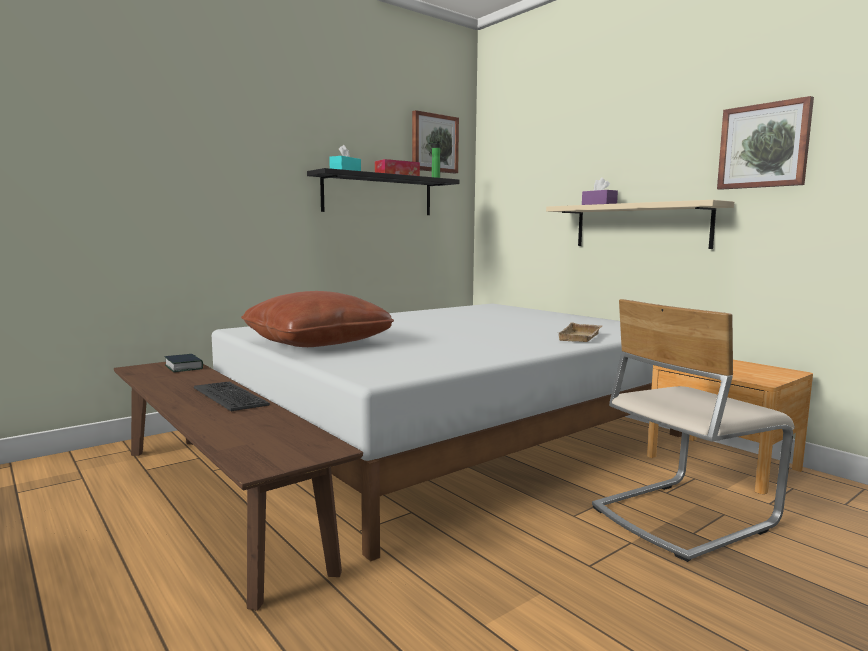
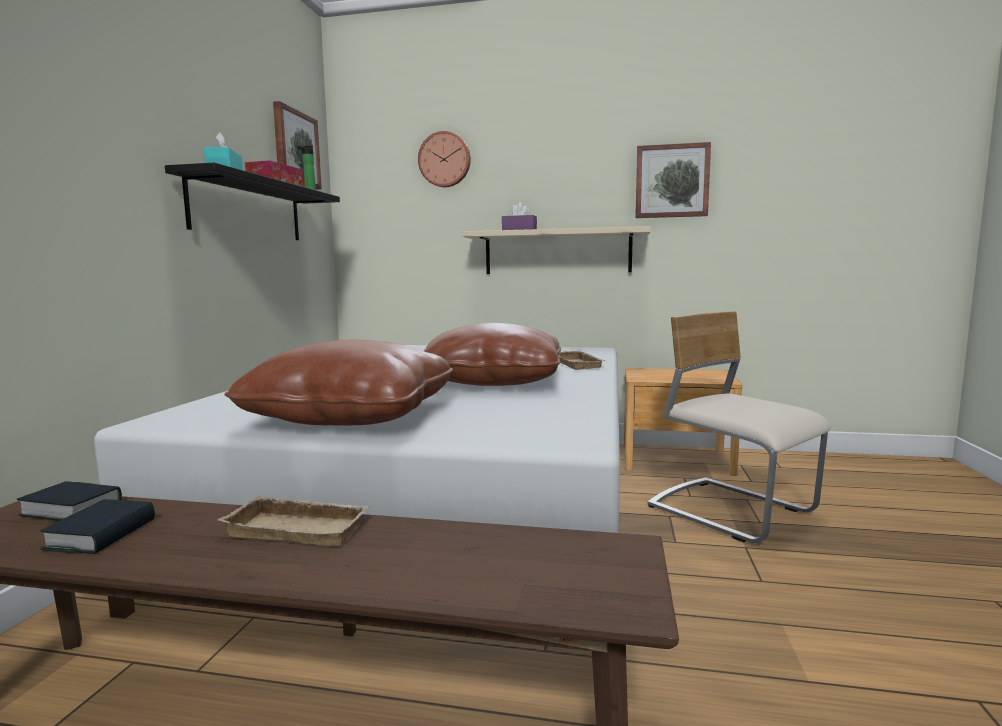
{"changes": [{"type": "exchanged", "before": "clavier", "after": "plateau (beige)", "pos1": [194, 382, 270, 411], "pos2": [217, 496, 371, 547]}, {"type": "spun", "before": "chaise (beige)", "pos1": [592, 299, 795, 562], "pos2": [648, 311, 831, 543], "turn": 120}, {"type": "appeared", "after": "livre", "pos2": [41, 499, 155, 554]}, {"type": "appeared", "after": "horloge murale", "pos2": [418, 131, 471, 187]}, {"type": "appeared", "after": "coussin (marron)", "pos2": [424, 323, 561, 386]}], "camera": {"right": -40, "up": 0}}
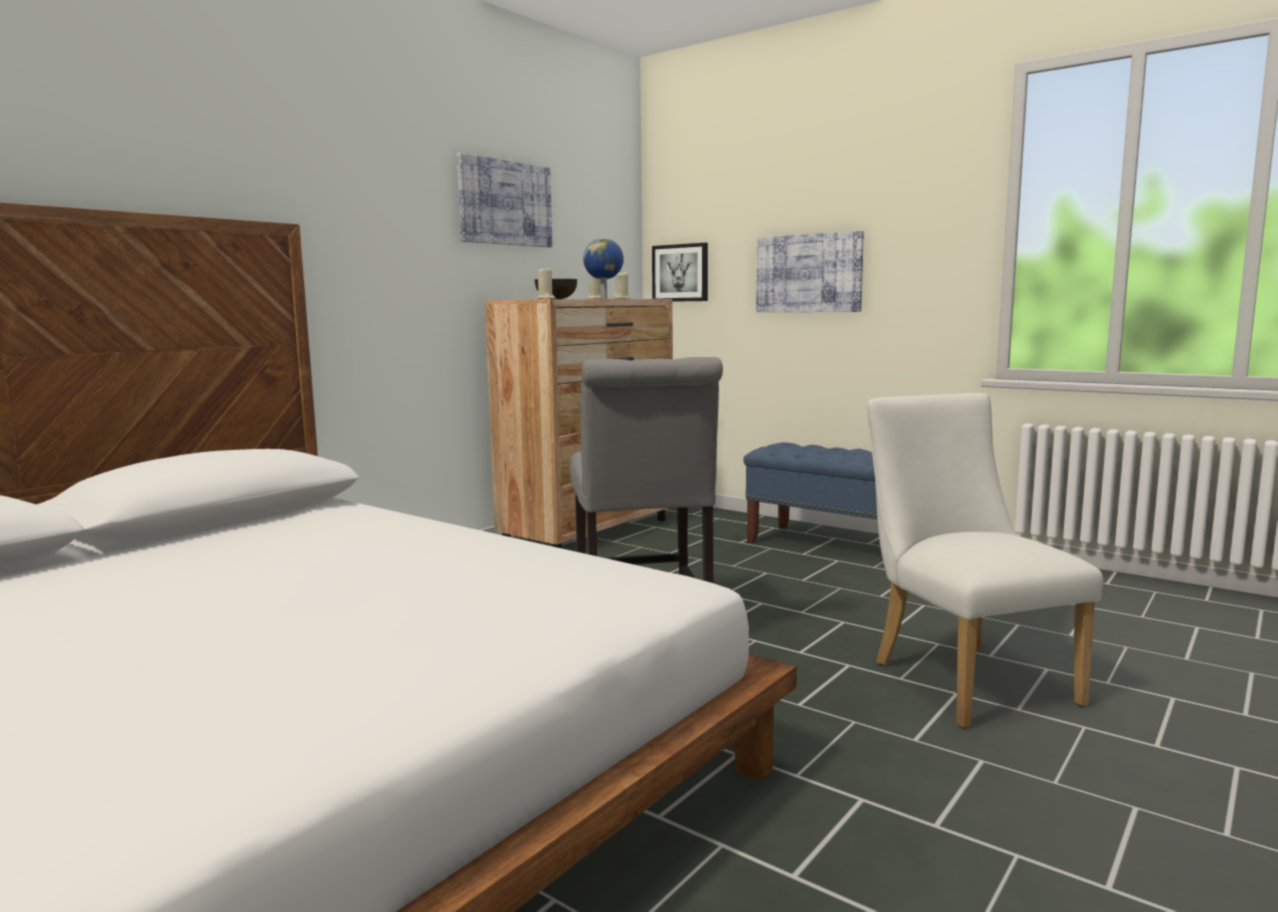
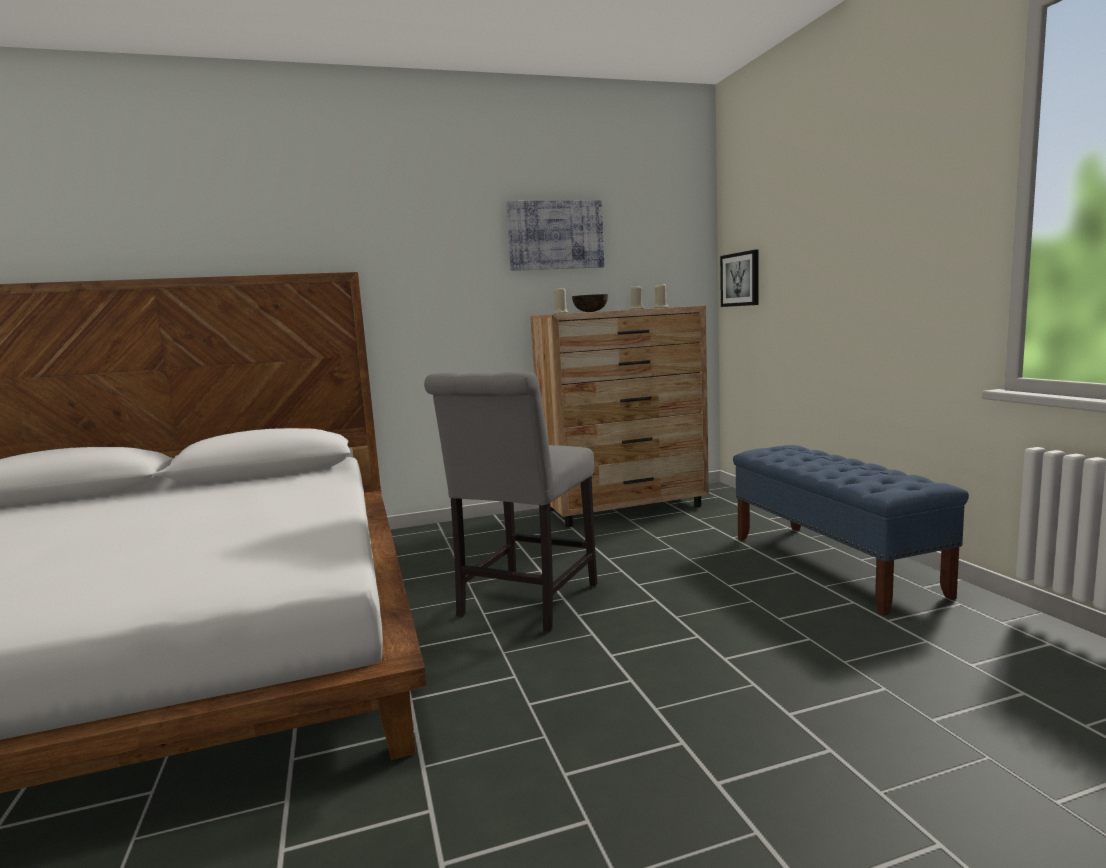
{"changes": [{"type": "missing", "before": "globe", "pos1": [583, 238, 624, 299]}, {"type": "missing", "before": "tableau", "pos1": [756, 231, 864, 312]}, {"type": "missing", "before": "chaise (blanc)", "pos1": [867, 393, 1103, 728]}], "camera": {"right": 35, "up": 0}}
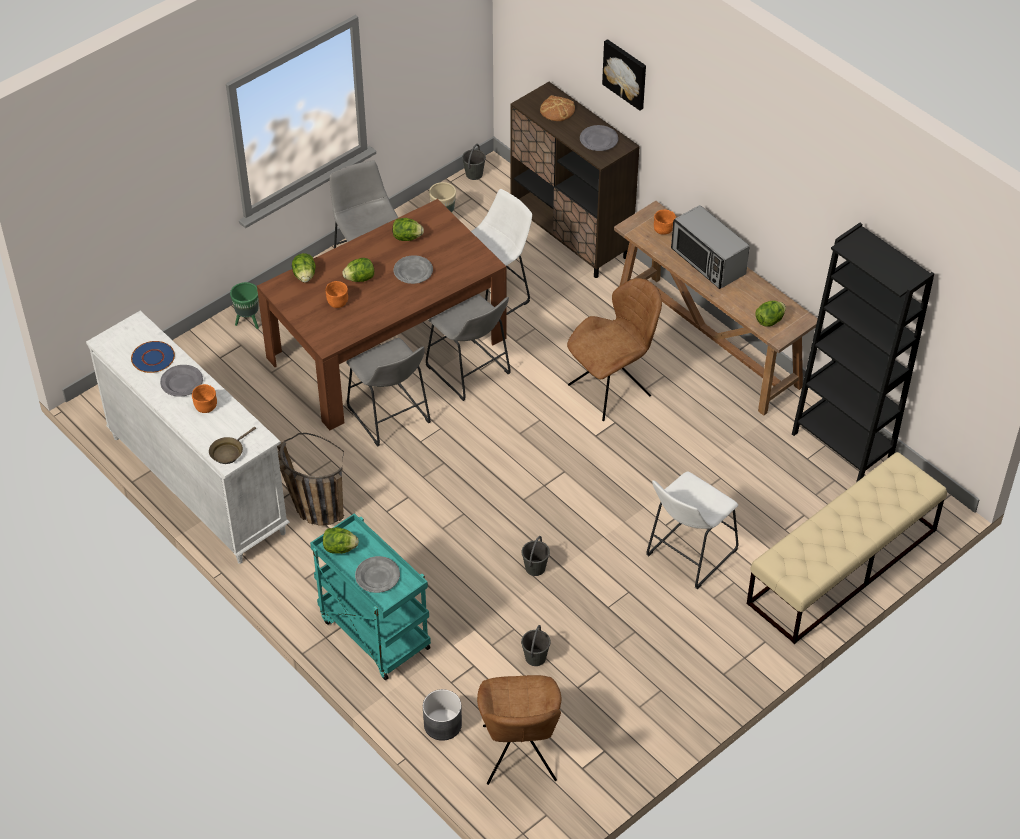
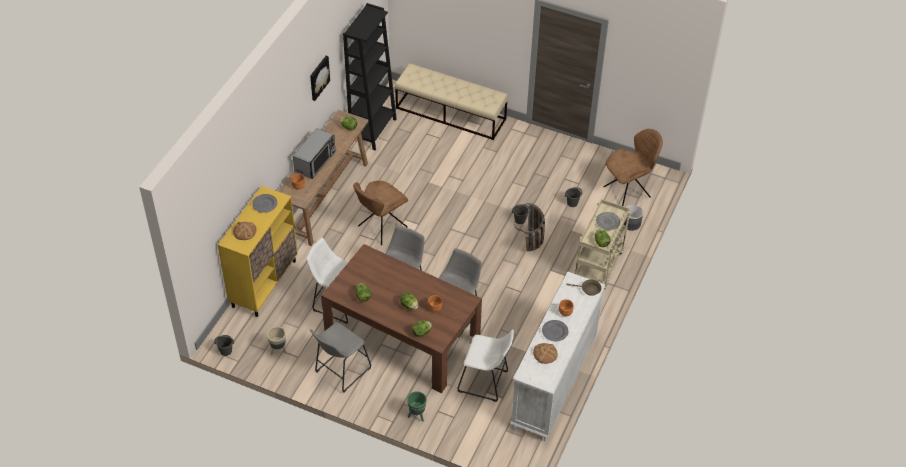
{"changes": [{"type": "exchanged", "before": "assiette (bleu)", "after": "pain", "pos1": [131, 341, 175, 373], "pos2": [533, 343, 558, 364]}, {"type": "relocated", "before": "panier", "pos1": [277, 433, 344, 526], "pos2": [514, 203, 545, 251]}, {"type": "colour", "before": "chariot (turquoise)", "after": "chariot (beige)", "pos1": [310, 513, 431, 680], "pos2": [575, 199, 630, 289]}, {"type": "missing", "before": "assiette (gris)", "pos1": [393, 255, 433, 284]}, {"type": "colour", "before": "meuble de rangement (marron)", "after": "meuble de rangement (jaune)", "pos1": [511, 82, 640, 278], "pos2": [218, 186, 298, 317]}, {"type": "spun", "before": "chaise (marron)", "pos1": [567, 278, 662, 421], "pos2": [353, 181, 408, 245], "turn": -75}, {"type": "relocated", "before": "tableau", "pos1": [602, 39, 646, 111], "pos2": [310, 56, 330, 101]}, {"type": "relocated", "before": "tabouret (blanc)", "pos1": [646, 472, 738, 589], "pos2": [457, 329, 514, 402]}], "camera": {"right": -115, "up": 0}}
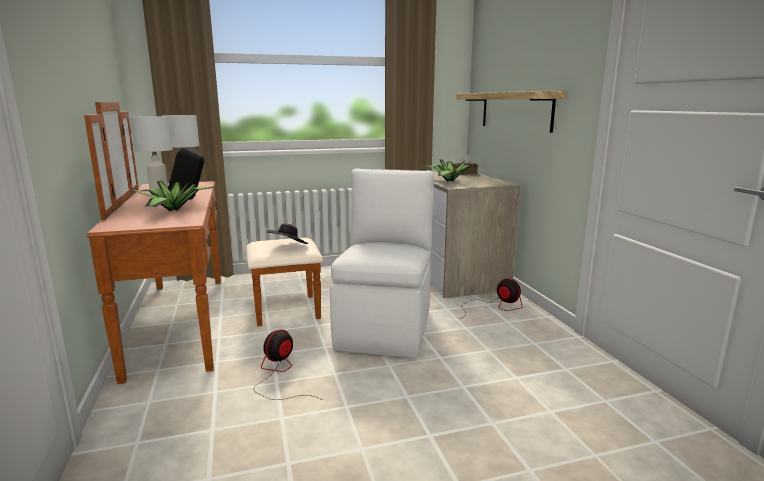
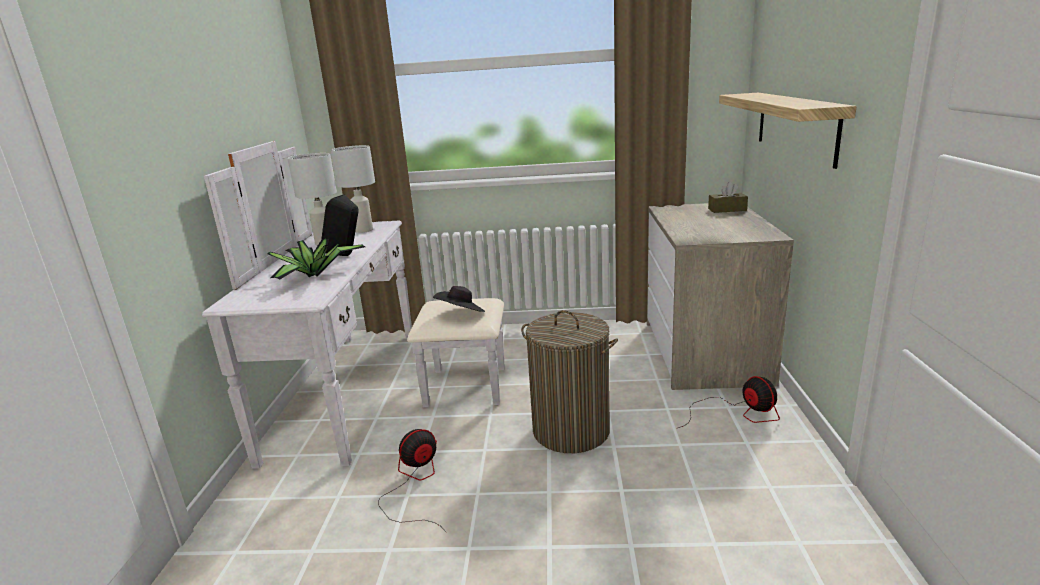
{"changes": [{"type": "colour", "before": "commode (marron)", "after": "commode (blanc)", "pos1": [84, 102, 323, 384], "pos2": [202, 141, 505, 469]}, {"type": "exchanged", "before": "chaise (blanc)", "after": "panier à linge", "pos1": [330, 169, 434, 358], "pos2": [521, 310, 618, 453]}, {"type": "missing", "before": "plante en pot", "pos1": [424, 159, 479, 182]}], "camera": {"right": 20, "up": 5}}
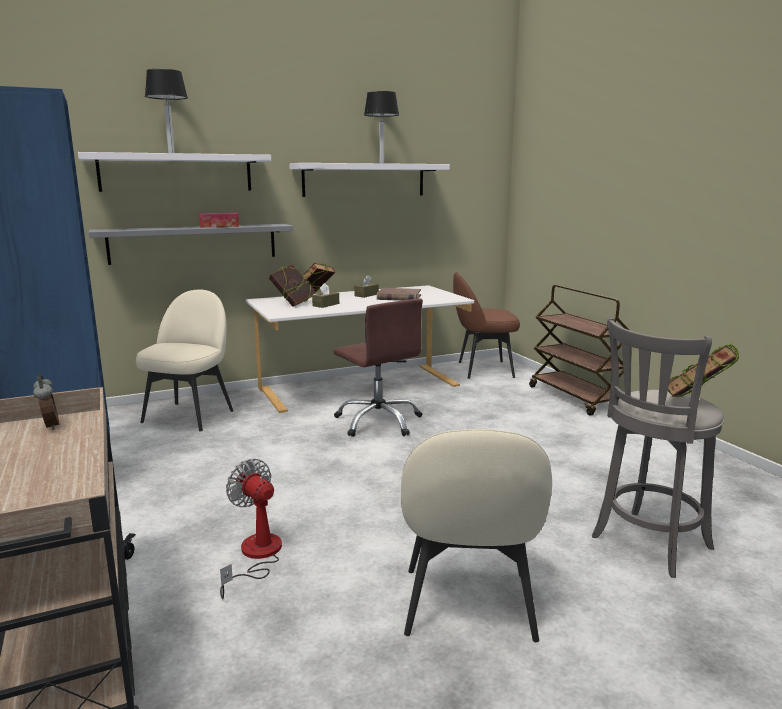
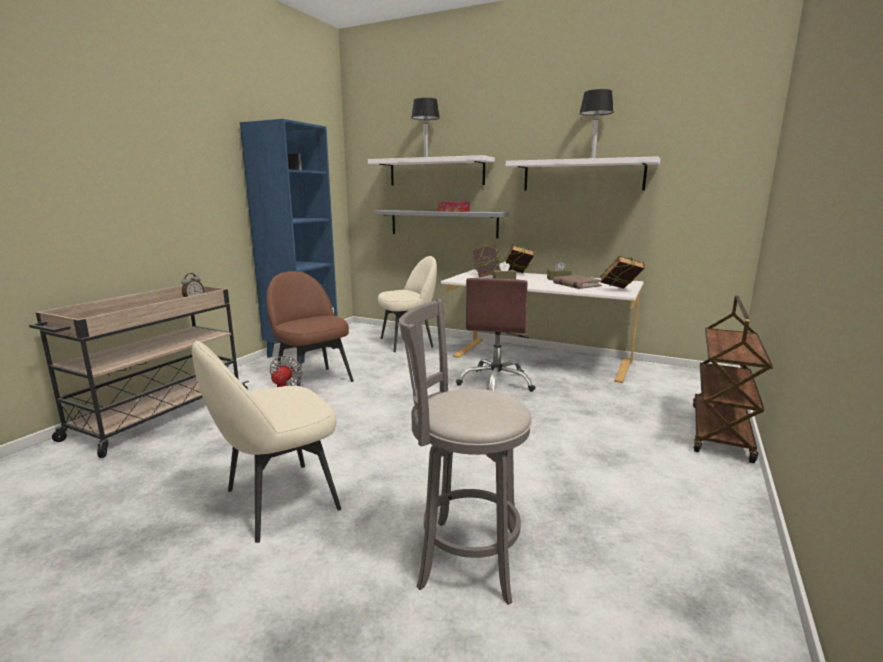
{"changes": [{"type": "relocated", "before": "chaise (marron)", "pos1": [453, 272, 520, 379], "pos2": [267, 271, 354, 386]}, {"type": "relocated", "before": "livre", "pos1": [668, 344, 739, 397], "pos2": [600, 256, 645, 289]}], "camera": {"right": 50, "up": 0}}
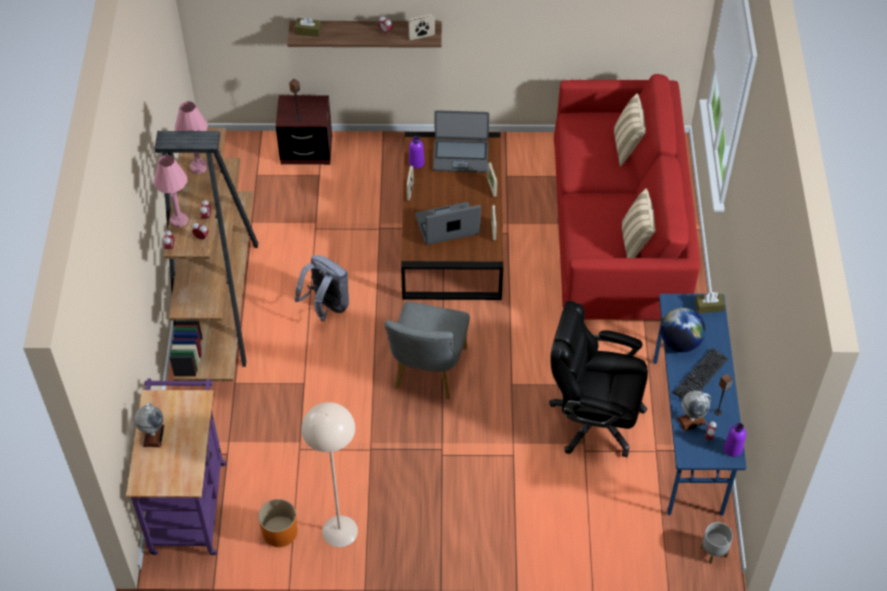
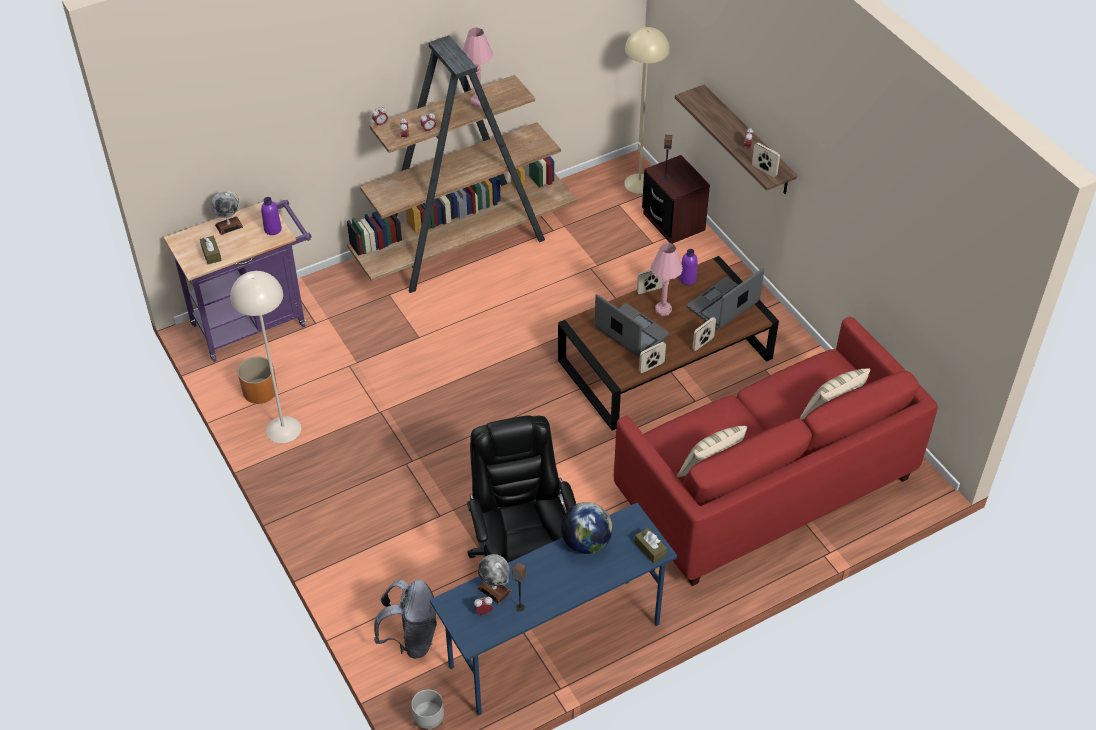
{"changes": [{"type": "relocated", "before": "lampe de table (rose)", "pos1": [154, 155, 188, 228], "pos2": [650, 243, 683, 316]}, {"type": "relocated", "before": "boîte à mouchoirs (marron)", "pos1": [294, 17, 321, 37], "pos2": [200, 236, 222, 264]}, {"type": "relocated", "before": "sac à dos (gris)", "pos1": [294, 255, 349, 321], "pos2": [374, 579, 437, 659]}, {"type": "missing", "before": "chaise (gris)", "pos1": [385, 301, 470, 399]}, {"type": "spun", "before": "ordinateur portable", "pos1": [433, 110, 489, 173], "pos2": [687, 268, 764, 330], "turn": 75}, {"type": "missing", "before": "clavier", "pos1": [673, 348, 729, 399]}, {"type": "relocated", "before": "bouteille (violet)", "pos1": [724, 423, 746, 457], "pos2": [261, 197, 282, 235]}, {"type": "appeared", "after": "lampadaire (beige)", "pos2": [624, 27, 670, 194]}], "camera": {"right": 60, "up": -5}}
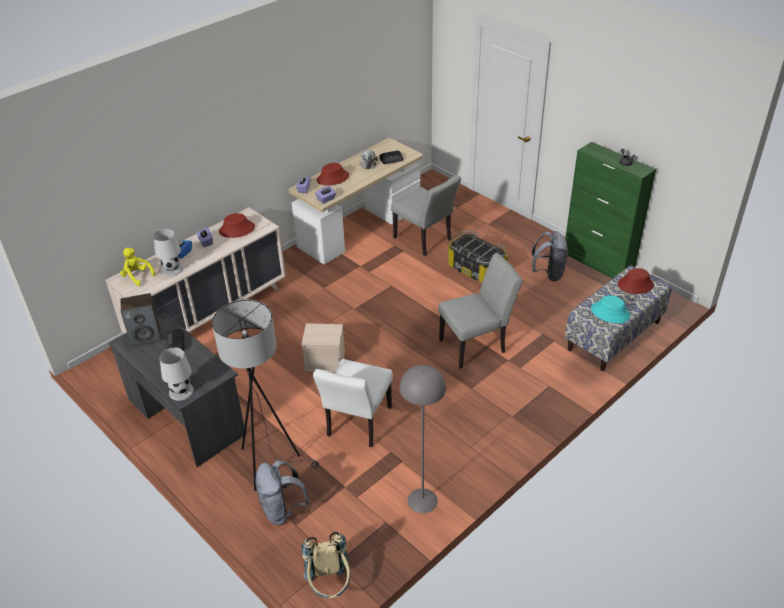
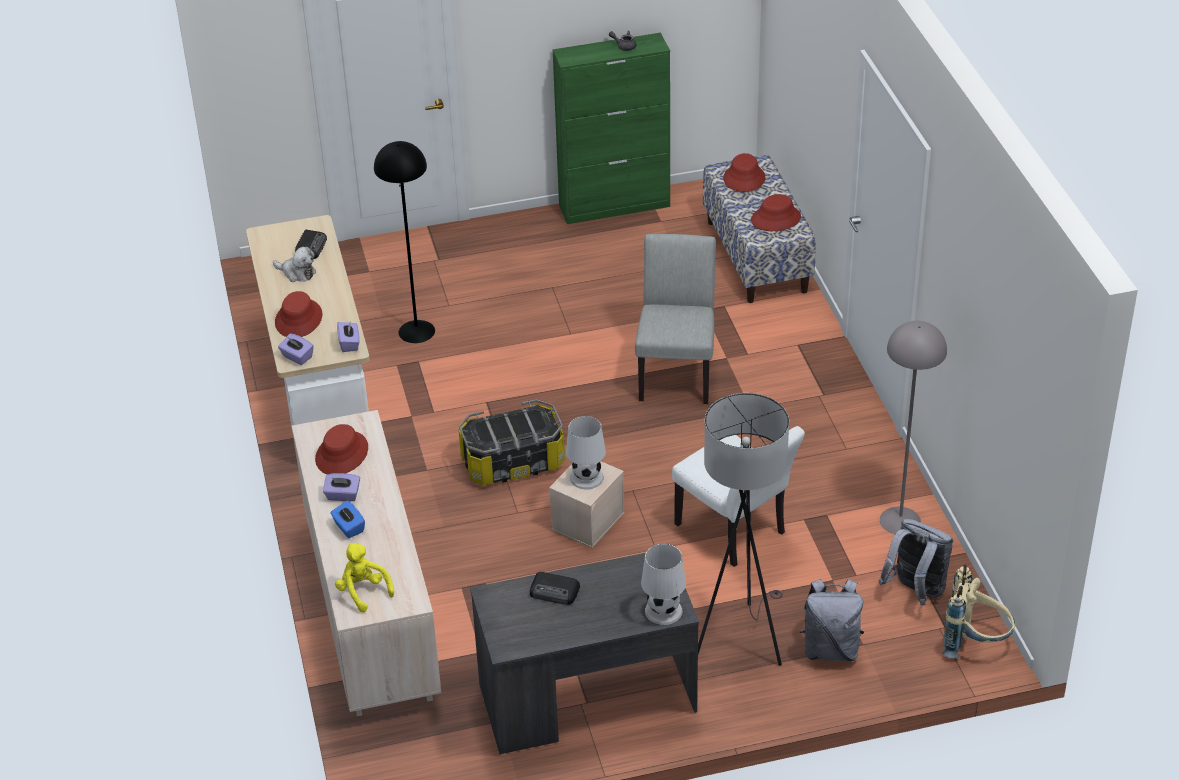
{"changes": [{"type": "spun", "before": "peluche (jaune)", "pos1": [120, 248, 155, 286], "pos2": [335, 543, 394, 613], "turn": 75}, {"type": "missing", "before": "enceinte", "pos1": [120, 293, 162, 347]}, {"type": "relocated", "before": "lampe de table (blanc)", "pos1": [153, 229, 183, 276], "pos2": [566, 416, 606, 489]}, {"type": "exchanged", "before": "chaise (gris)", "after": "lampadaire (noir)", "pos1": [391, 175, 461, 256], "pos2": [374, 141, 435, 343]}, {"type": "relocated", "before": "boîte de rangement", "pos1": [448, 231, 507, 283], "pos2": [458, 399, 565, 485]}, {"type": "relocated", "before": "sac à dos (gris)", "pos1": [532, 231, 568, 281], "pos2": [879, 519, 953, 605]}, {"type": "colour", "before": "chapeau (turquoise)", "after": "chapeau (rouge)", "pos1": [591, 295, 630, 323], "pos2": [751, 194, 801, 231]}], "camera": {"right": -60, "up": 0}}
